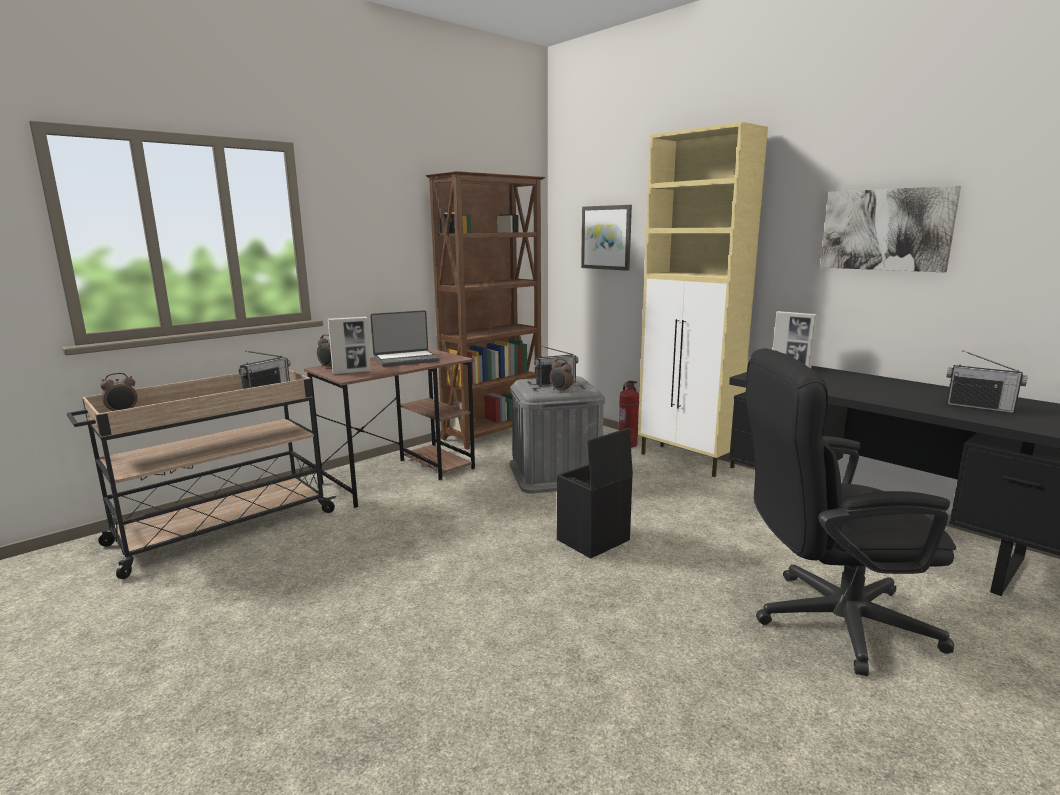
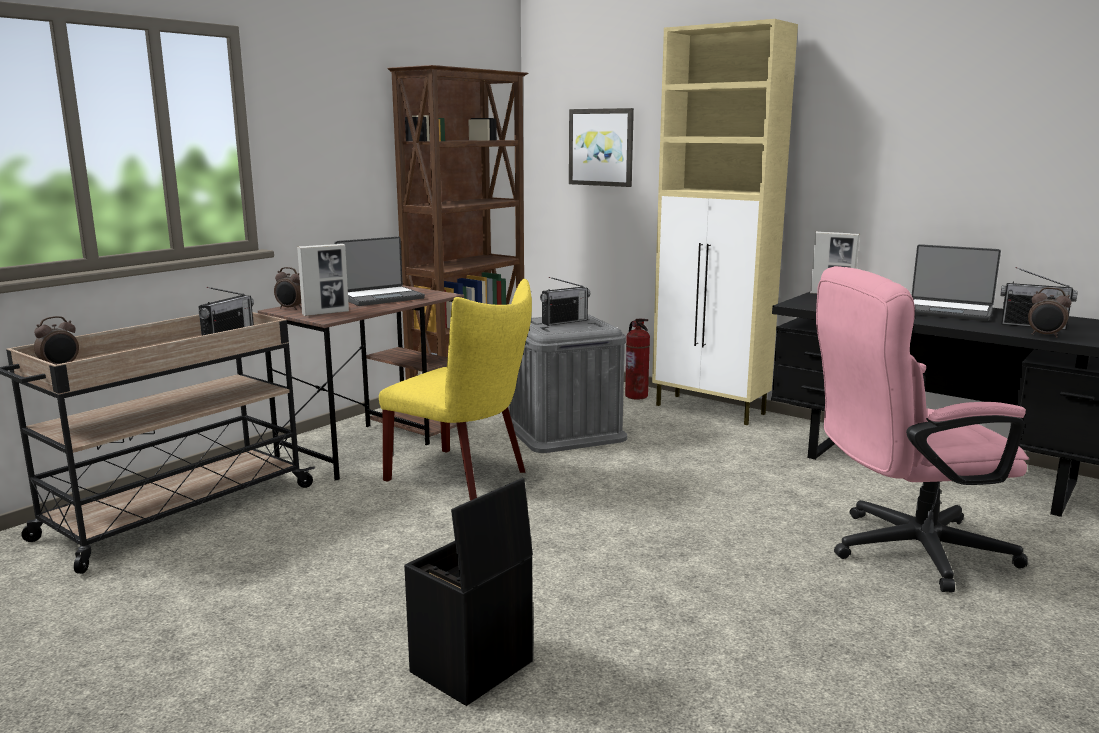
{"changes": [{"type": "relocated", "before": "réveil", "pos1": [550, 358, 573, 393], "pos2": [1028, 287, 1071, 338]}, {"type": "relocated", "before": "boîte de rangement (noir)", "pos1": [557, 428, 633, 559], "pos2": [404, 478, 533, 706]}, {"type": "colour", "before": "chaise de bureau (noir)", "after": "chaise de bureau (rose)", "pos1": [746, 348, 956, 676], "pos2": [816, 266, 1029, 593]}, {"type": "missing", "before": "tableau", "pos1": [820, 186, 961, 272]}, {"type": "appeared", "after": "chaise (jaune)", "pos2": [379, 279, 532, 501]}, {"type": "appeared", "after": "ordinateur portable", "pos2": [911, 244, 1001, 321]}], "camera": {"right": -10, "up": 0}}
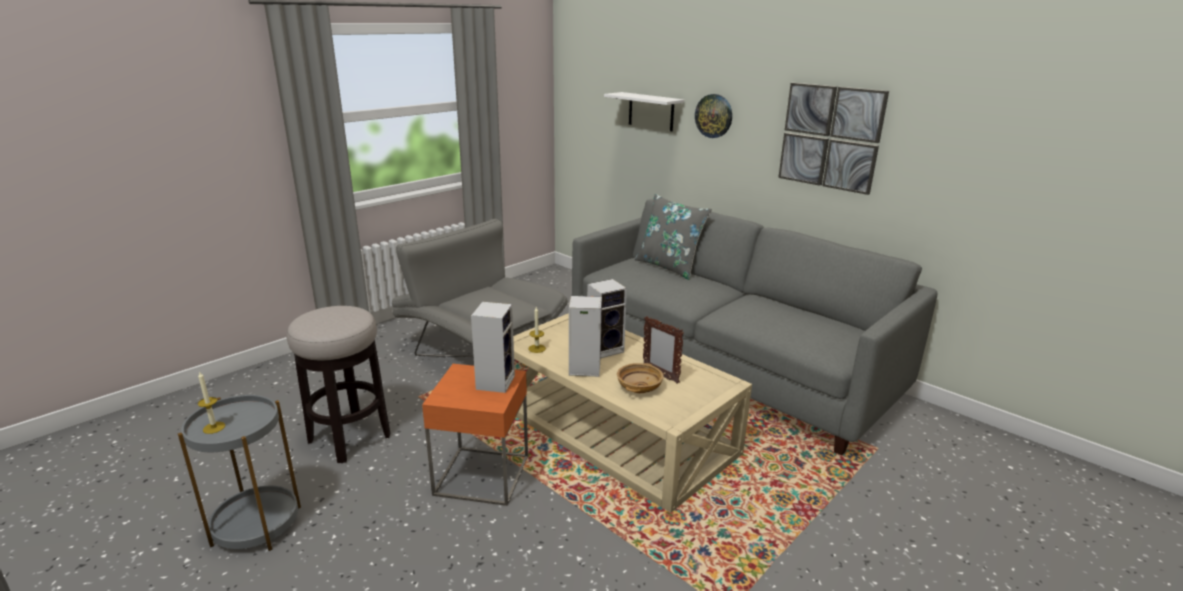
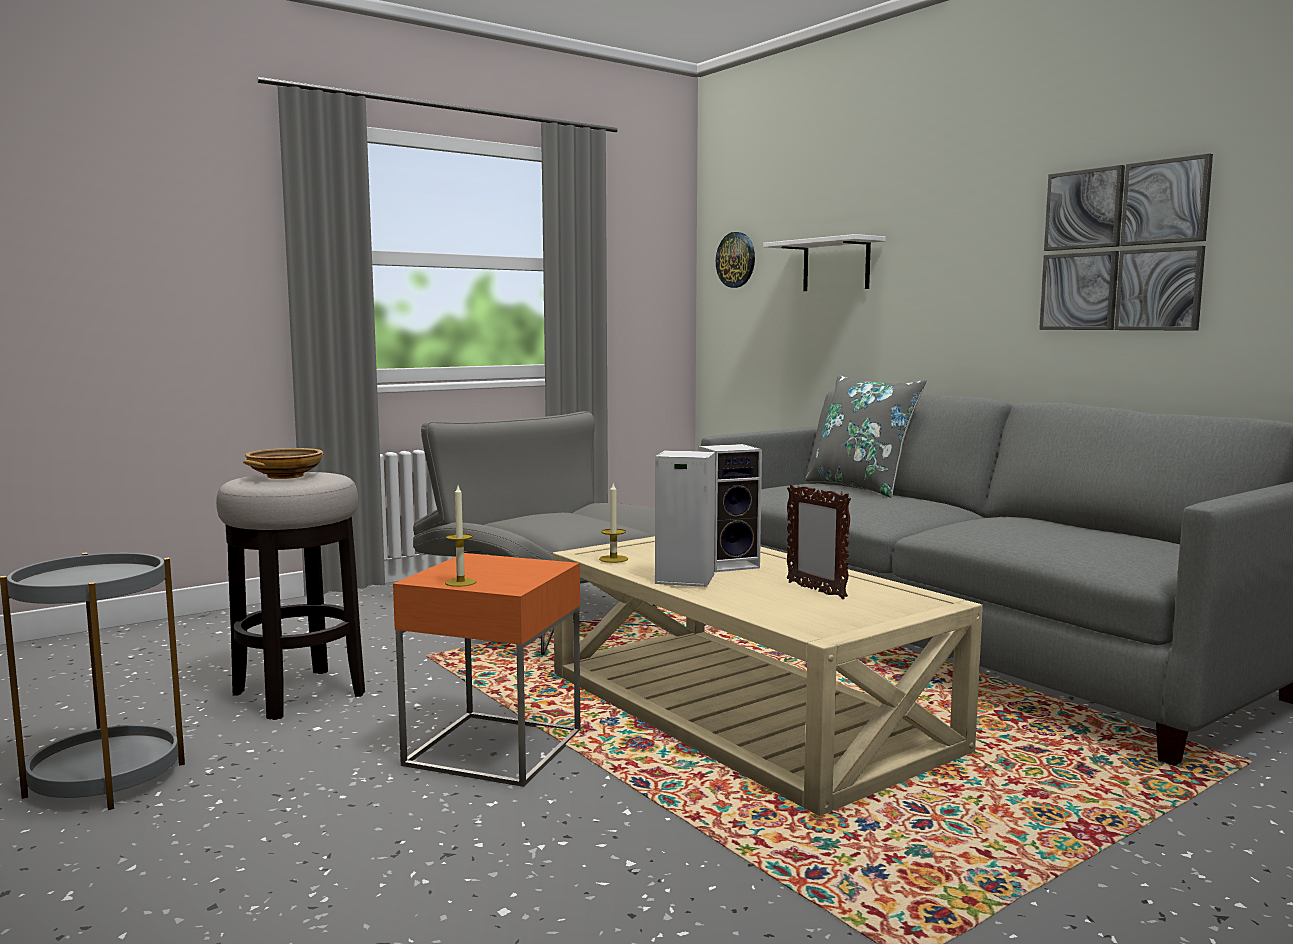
{"changes": [{"type": "relocated", "before": "bougie", "pos1": [198, 372, 225, 434], "pos2": [445, 486, 476, 587]}, {"type": "missing", "before": "enceinte", "pos1": [471, 302, 515, 393]}, {"type": "relocated", "before": "bol (beige)", "pos1": [617, 363, 664, 393], "pos2": [243, 448, 323, 479]}, {"type": "relocated", "before": "horloge murale", "pos1": [695, 94, 732, 138], "pos2": [716, 232, 755, 288]}], "camera": {"right": 10, "up": -15}}
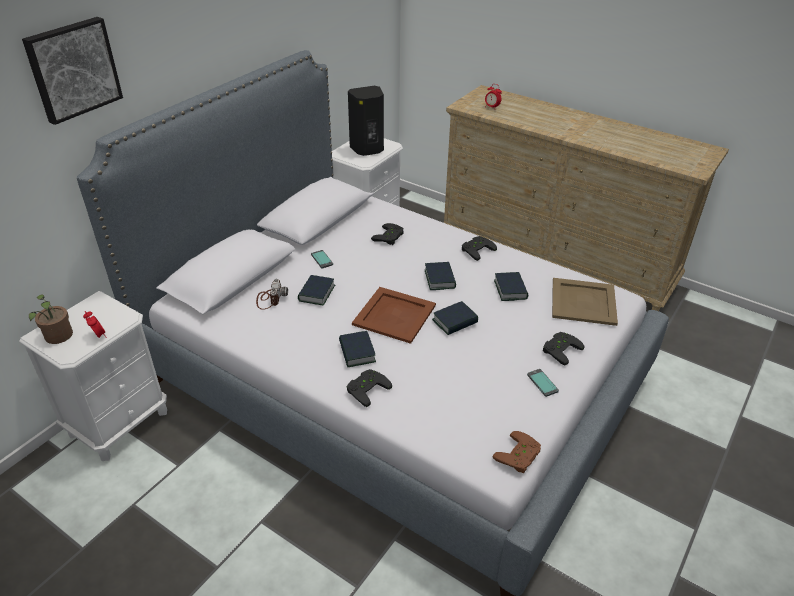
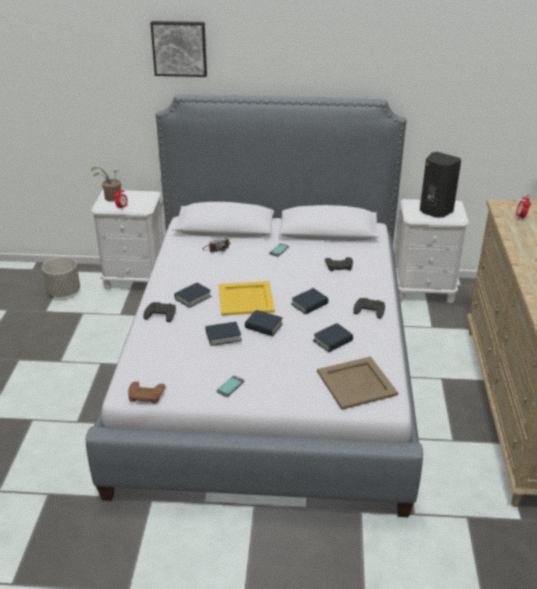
{"changes": [{"type": "relocated", "before": "livre", "pos1": [298, 275, 335, 305], "pos2": [206, 322, 242, 346]}, {"type": "colour", "before": "plateau (marron)", "after": "plateau (jaune)", "pos1": [352, 287, 436, 344], "pos2": [219, 281, 275, 316]}, {"type": "missing", "before": "manette (noir)", "pos1": [543, 332, 585, 365]}, {"type": "appeared", "after": "cache-pot (gris)", "pos2": [42, 257, 80, 297]}], "camera": {"right": 60, "up": -5}}
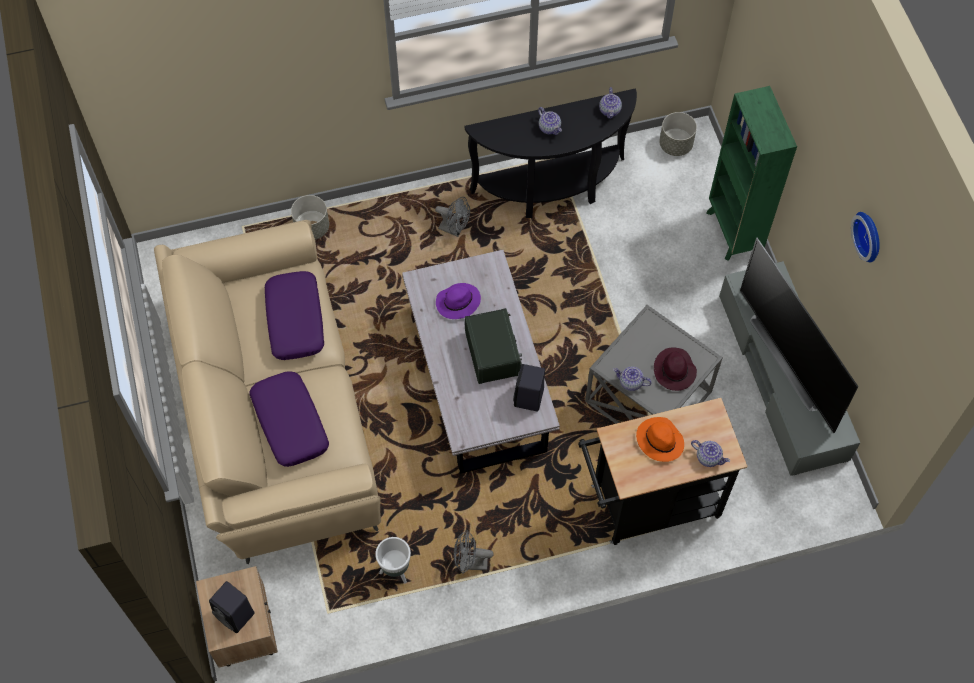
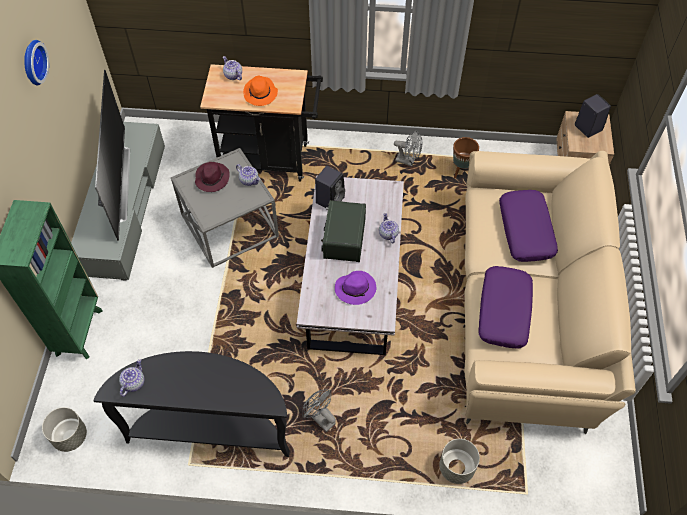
{"changes": [{"type": "colour", "before": "cache-pot (blanc)", "after": "cache-pot (marron)", "pos1": [375, 537, 411, 583], "pos2": [453, 137, 479, 178]}, {"type": "relocated", "before": "théière", "pos1": [538, 107, 562, 135], "pos2": [379, 213, 399, 243]}], "camera": {"right": -160, "up": -5}}
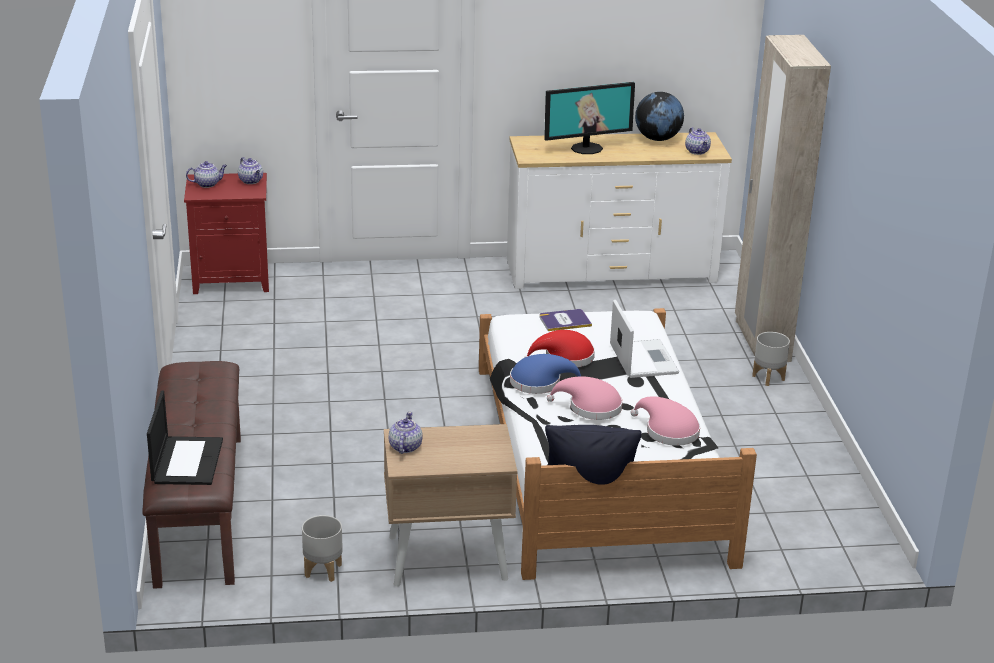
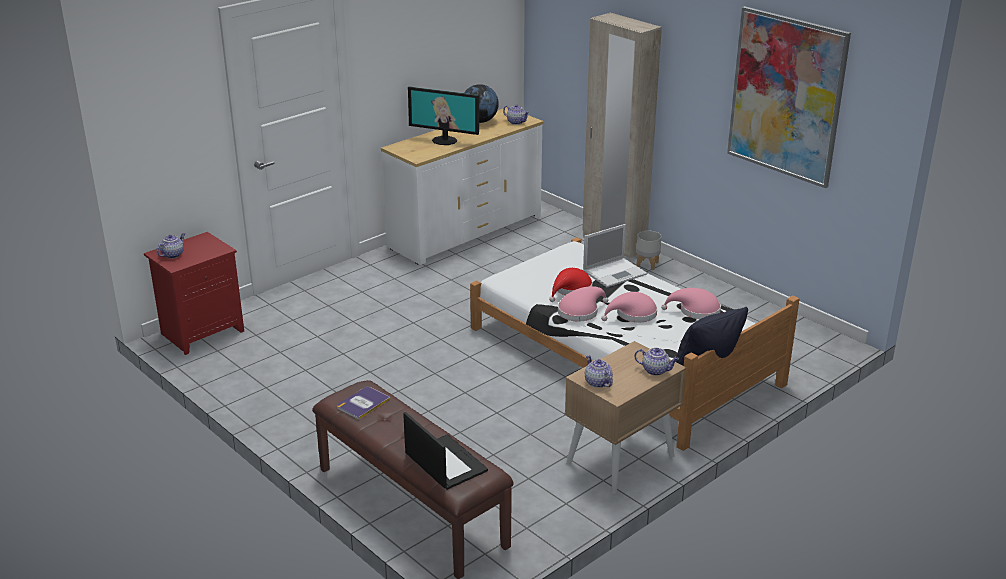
{"changes": [{"type": "relocated", "before": "théière", "pos1": [238, 157, 263, 184], "pos2": [634, 348, 679, 376]}, {"type": "missing", "before": "cache-pot (gris)", "pos1": [302, 515, 343, 582]}, {"type": "colour", "before": "chapeau (bleu)", "after": "chapeau (rose)", "pos1": [510, 354, 581, 394], "pos2": [558, 286, 608, 322]}, {"type": "relocated", "before": "livre", "pos1": [539, 309, 592, 331], "pos2": [337, 387, 390, 420]}, {"type": "spun", "before": "écran d'ordinateur", "pos1": [544, 82, 635, 154], "pos2": [408, 87, 479, 145], "turn": 75}, {"type": "spun", "before": "ordinateur portable", "pos1": [610, 300, 679, 378], "pos2": [583, 224, 647, 287], "turn": 105}, {"type": "appeared", "after": "tableau", "pos2": [727, 6, 851, 188]}], "camera": {"right": -35, "up": 0}}
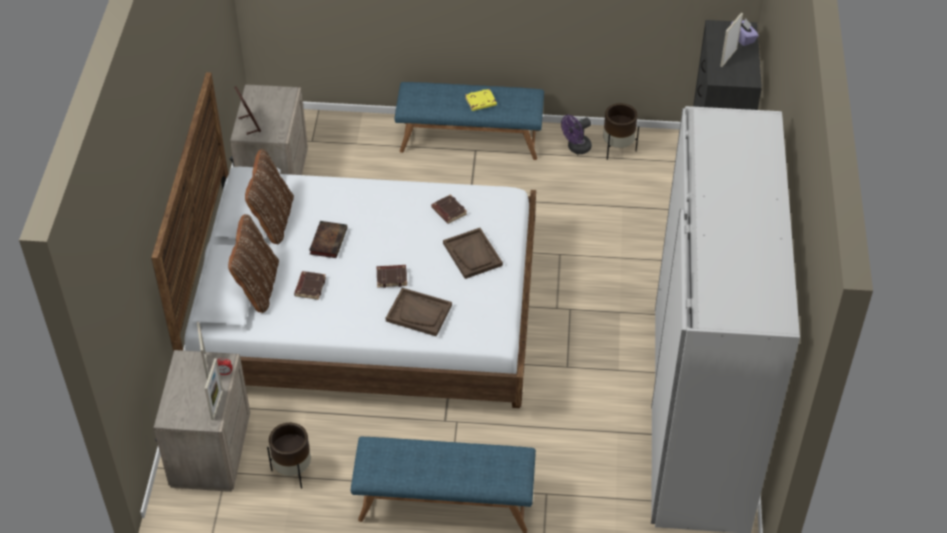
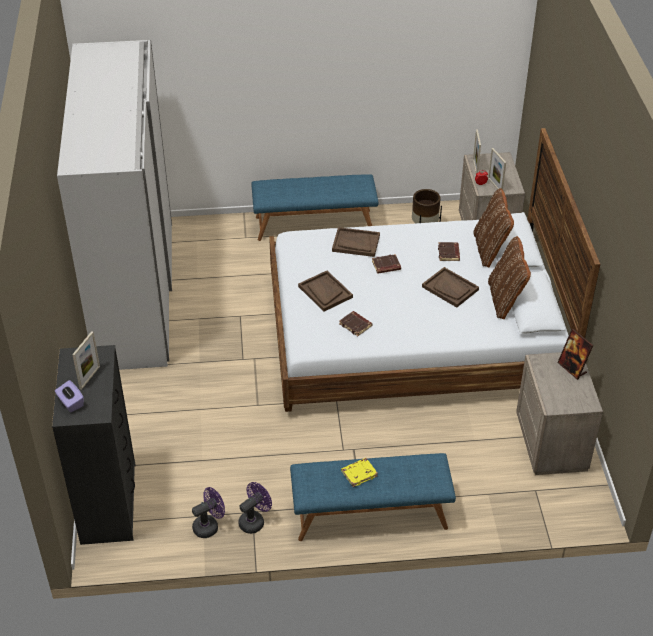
{"changes": [{"type": "exchanged", "before": "livre", "after": "plateau (marron)", "pos1": [309, 221, 347, 258], "pos2": [422, 267, 479, 308]}, {"type": "exchanged", "before": "cache-pot (marron)", "after": "ventilateur (violet)", "pos1": [603, 103, 639, 160], "pos2": [192, 487, 225, 538]}], "camera": {"right": 170, "up": -5}}
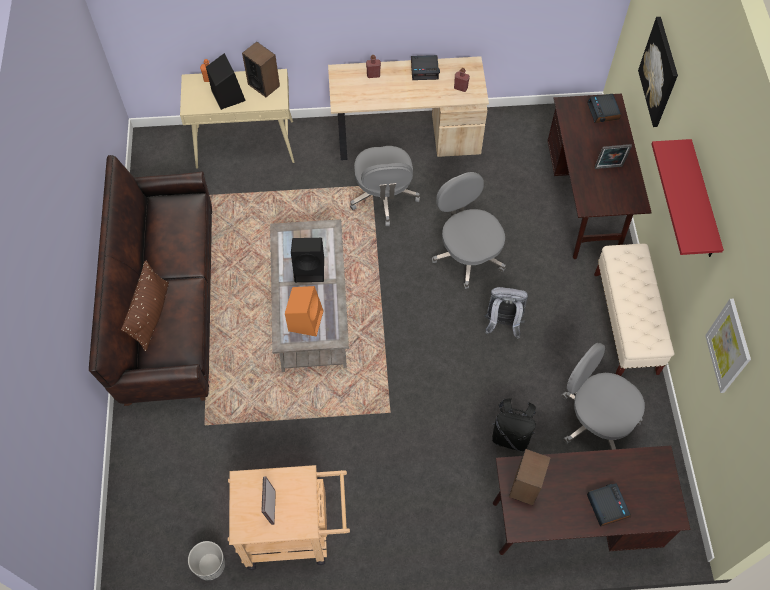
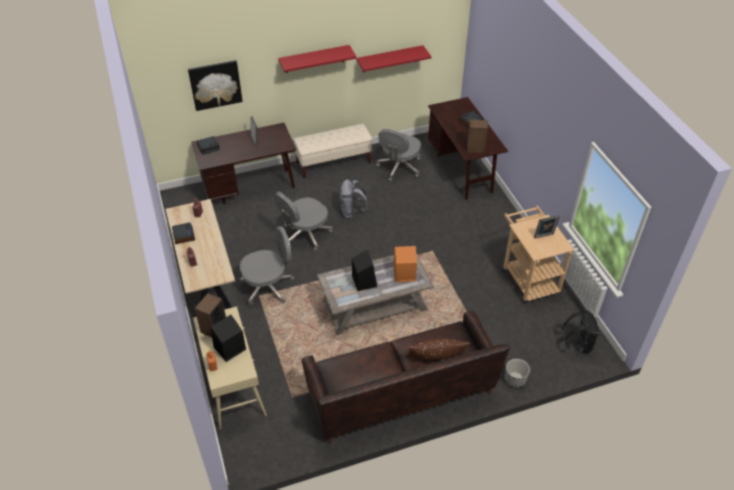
{"changes": [{"type": "relocated", "before": "cache-pot", "pos1": [188, 541, 225, 581], "pos2": [505, 359, 530, 388]}, {"type": "relocated", "before": "sac à dos (noir)", "pos1": [492, 398, 536, 451], "pos2": [561, 311, 599, 355]}, {"type": "exchanged", "before": "tableau", "after": "étagère (rouge)", "pos1": [705, 298, 751, 393], "pos2": [357, 45, 432, 72]}], "camera": {"right": -105, "up": -15}}
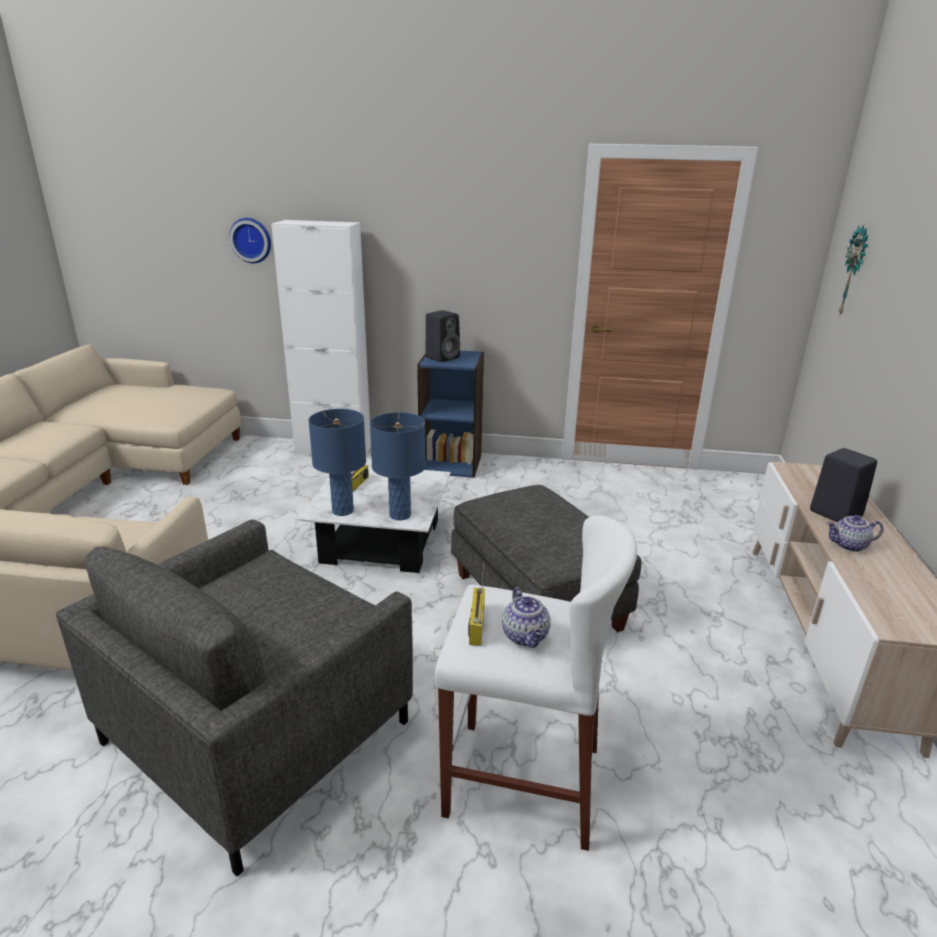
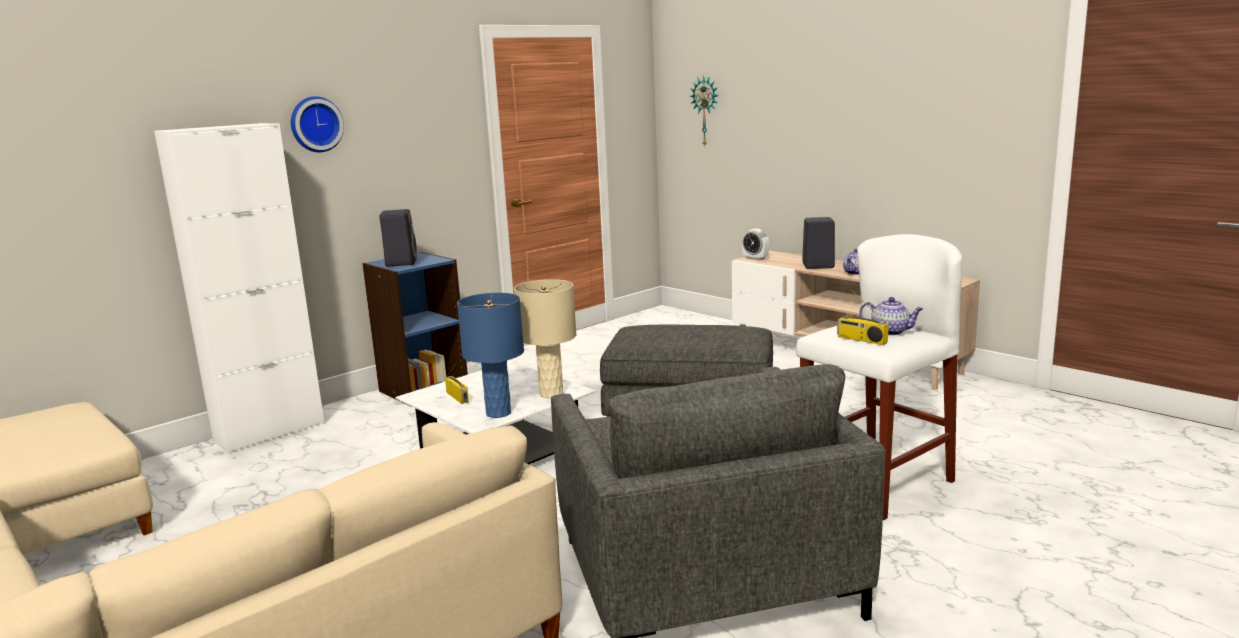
{"changes": [{"type": "relocated", "before": "horloge murale", "pos1": [229, 218, 271, 263], "pos2": [291, 96, 344, 152]}, {"type": "colour", "before": "lampe de table (bleu)", "after": "lampe de table (beige)", "pos1": [370, 412, 426, 521], "pos2": [514, 279, 576, 398]}, {"type": "appeared", "after": "réveil", "pos2": [742, 228, 769, 260]}], "camera": {"right": -50, "up": -10}}
